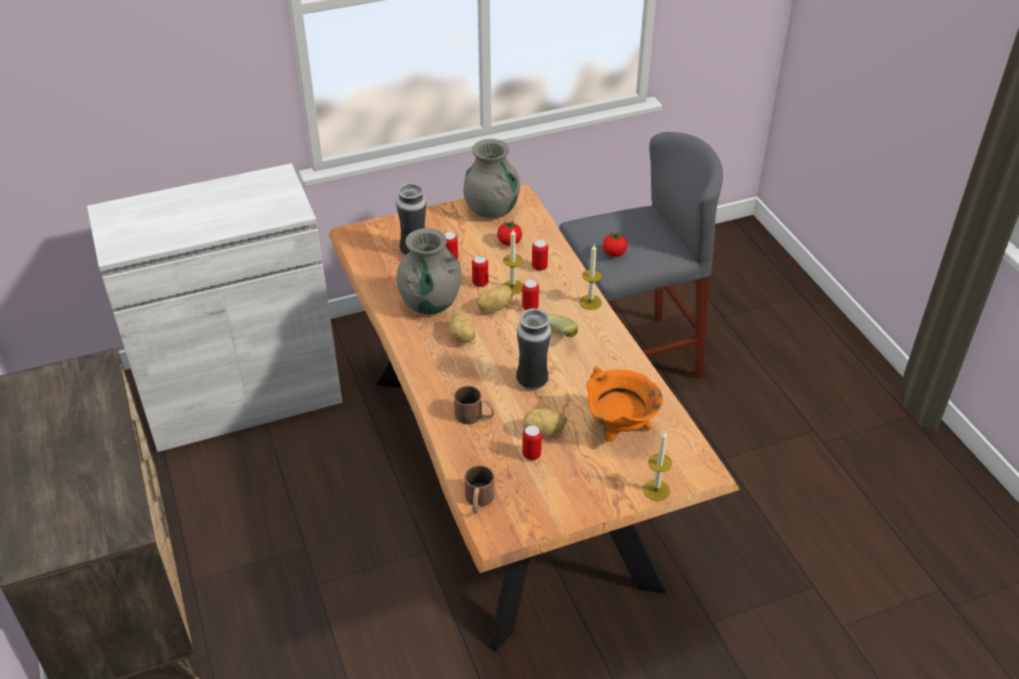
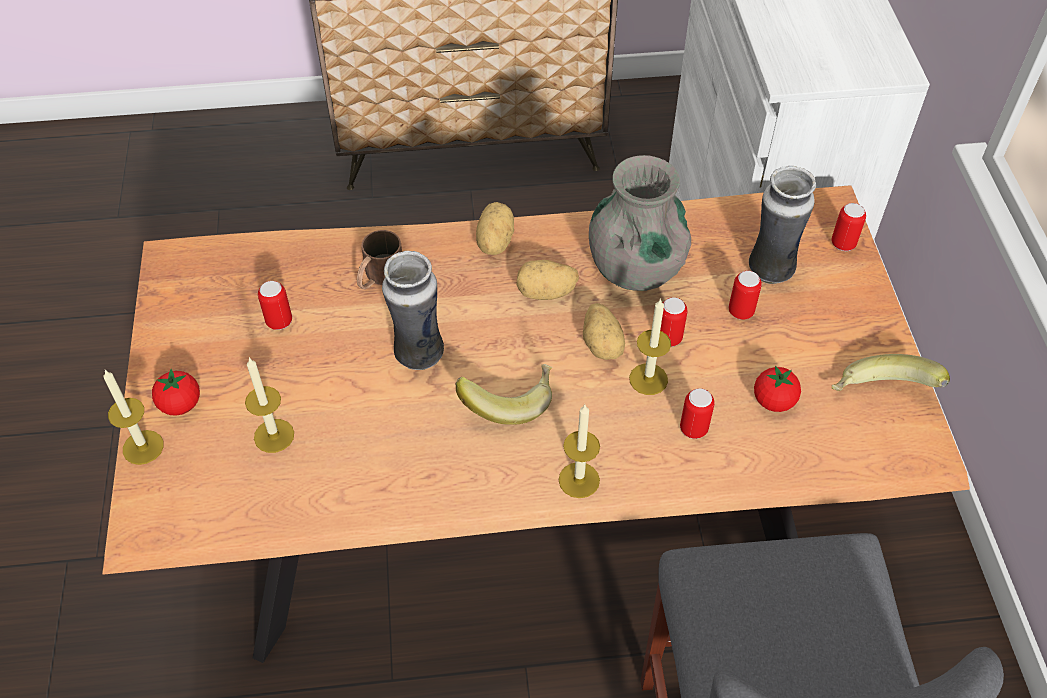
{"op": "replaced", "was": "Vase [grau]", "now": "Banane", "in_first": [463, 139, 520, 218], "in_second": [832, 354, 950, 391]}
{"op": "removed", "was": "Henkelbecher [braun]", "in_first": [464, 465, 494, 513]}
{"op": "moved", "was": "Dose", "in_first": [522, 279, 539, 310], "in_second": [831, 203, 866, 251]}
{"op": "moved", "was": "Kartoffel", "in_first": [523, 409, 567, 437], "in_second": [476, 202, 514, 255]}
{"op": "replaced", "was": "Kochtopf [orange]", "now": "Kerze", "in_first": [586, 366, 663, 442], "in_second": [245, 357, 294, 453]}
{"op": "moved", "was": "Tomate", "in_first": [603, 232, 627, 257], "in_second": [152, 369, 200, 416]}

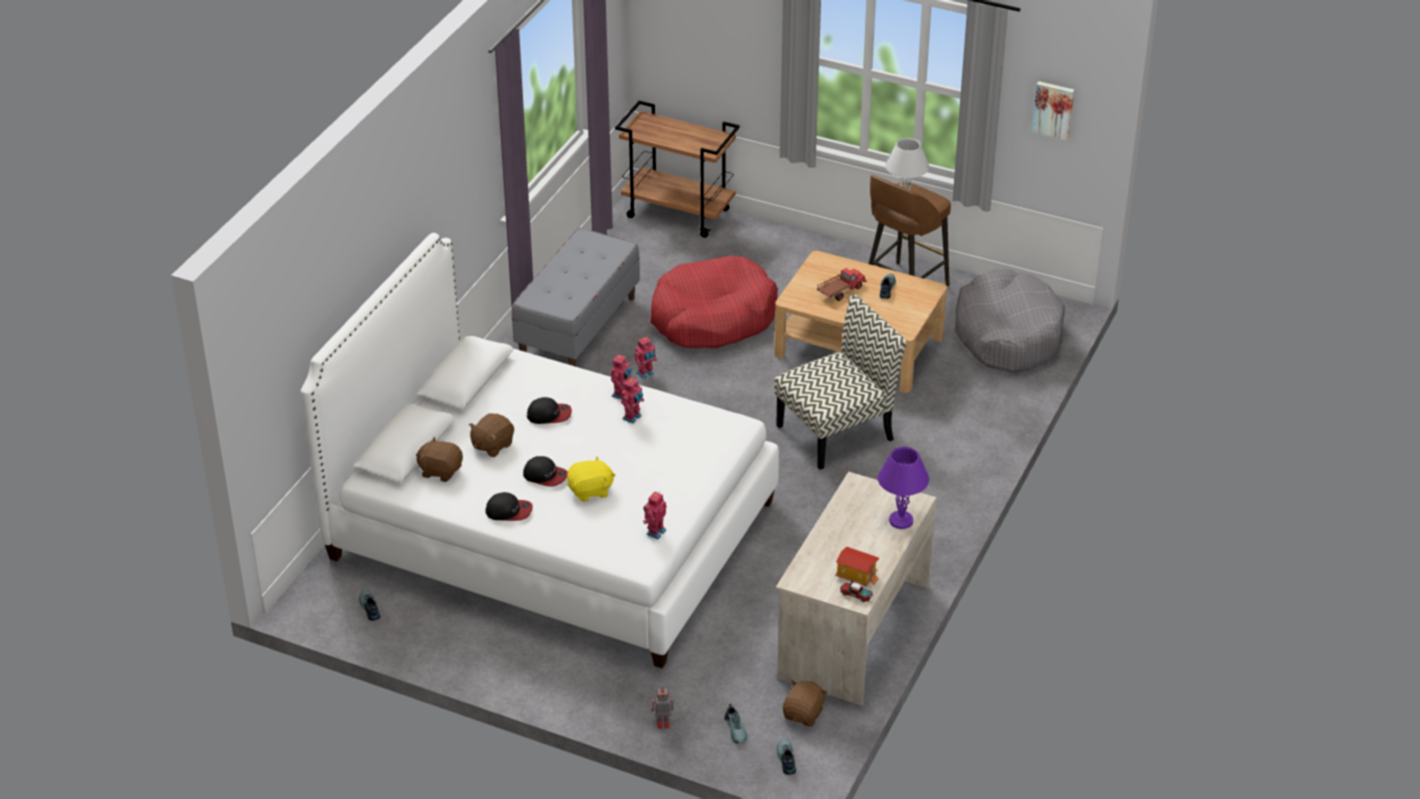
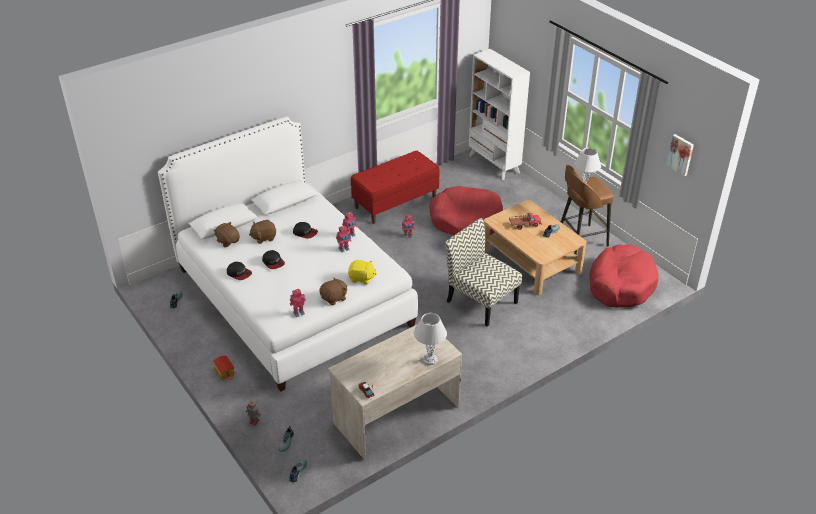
{"op": "recoloured", "was": "Bank [grau]", "now": "Bank [rot]", "in_first": [512, 228, 640, 367], "in_second": [351, 151, 440, 224]}
{"op": "moved", "was": "Plüschtier [gelb]", "in_first": [567, 456, 616, 502], "in_second": [348, 260, 377, 285]}
{"op": "replaced", "was": "Rollwagen [braun]", "now": "Bücherregal [weiß]", "in_first": [615, 101, 740, 238], "in_second": [469, 49, 530, 180]}
{"op": "turned", "was": "Stuhl", "in_first": [774, 294, 906, 470], "in_second": [445, 218, 522, 326], "clockwise": -135}
{"op": "moved", "was": "Plüschtier [braun]", "in_first": [783, 680, 828, 726], "in_second": [319, 277, 347, 305]}
{"op": "moved", "was": "Spielzeughaus", "in_first": [835, 547, 879, 586], "in_second": [213, 355, 235, 381]}
{"op": "recoloured", "was": "Tischlampe [lila]", "now": "Tischlampe [weiß]", "in_first": [878, 447, 929, 529], "in_second": [414, 313, 447, 365]}
{"op": "recoloured", "was": "Hundebett [grau]", "now": "Hundebett [rot]", "in_first": [955, 269, 1065, 373], "in_second": [589, 244, 658, 308]}

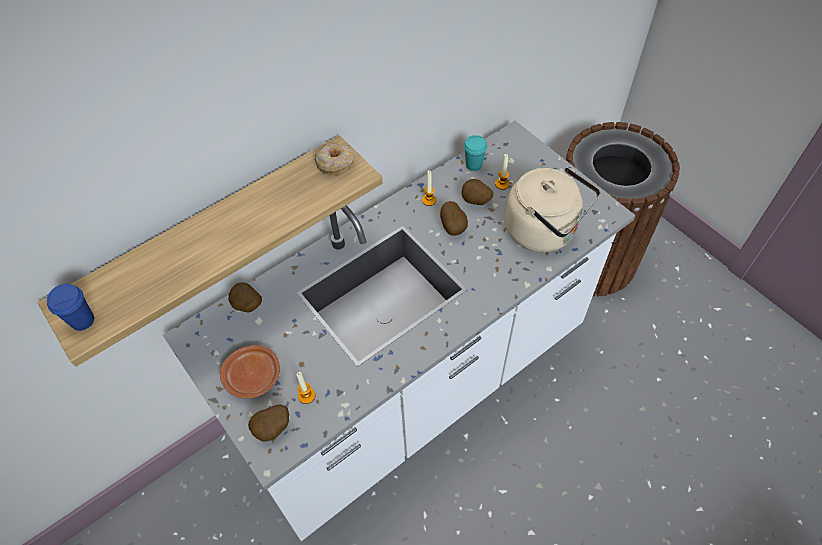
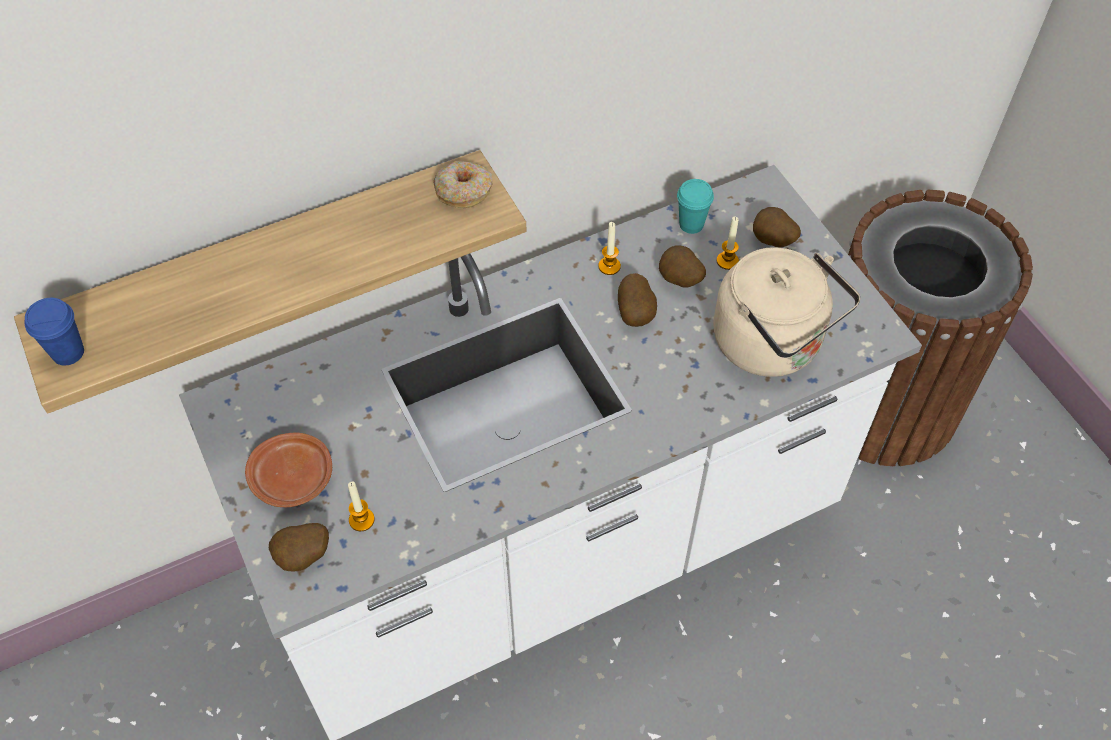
{"op": "moved", "was": "Kartoffel", "in_first": [228, 282, 262, 313], "in_second": [753, 207, 801, 248]}

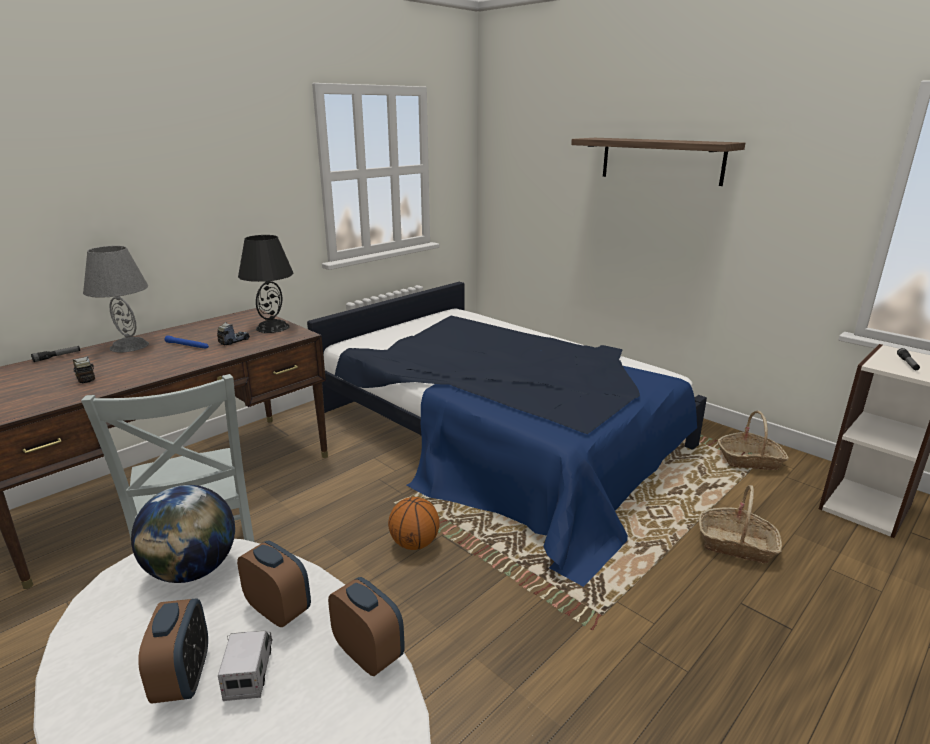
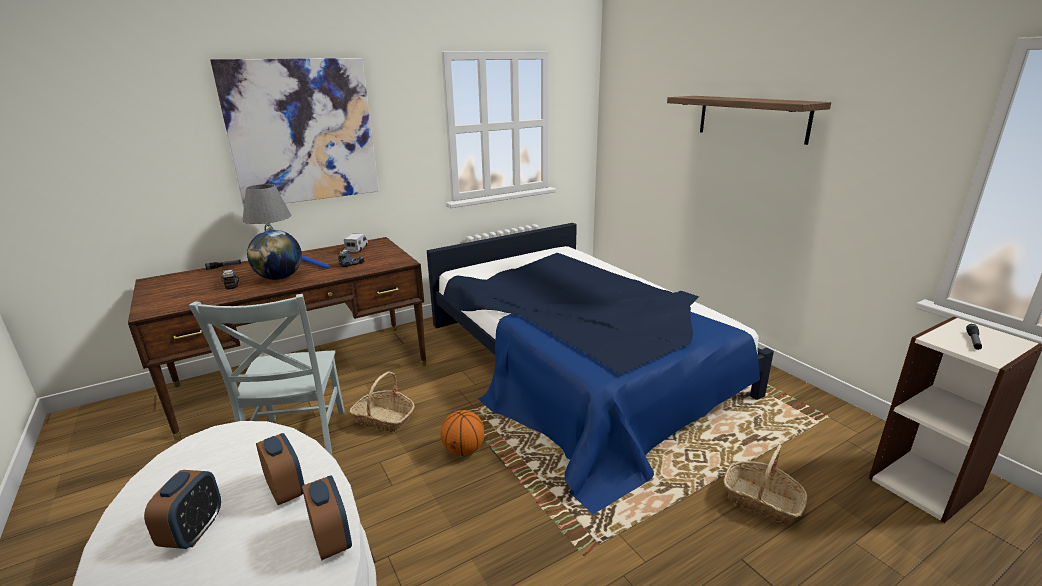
{"op": "moved", "was": "Globus", "in_first": [131, 485, 235, 583], "in_second": [247, 230, 302, 280]}
{"op": "moved", "was": "Spielzeuglaster", "in_first": [218, 630, 273, 701], "in_second": [344, 234, 368, 252]}
{"op": "removed", "was": "Tischlampe [schwarz]", "in_first": [238, 235, 293, 333]}
{"op": "moved", "was": "Korb", "in_first": [718, 411, 789, 470], "in_second": [349, 372, 415, 432]}
{"op": "added", "now": "Bild", "in_second": [210, 58, 379, 207]}

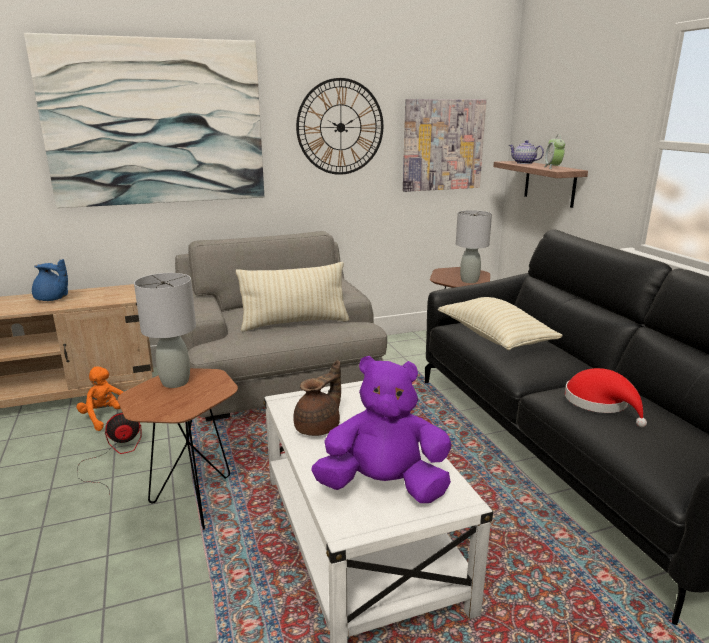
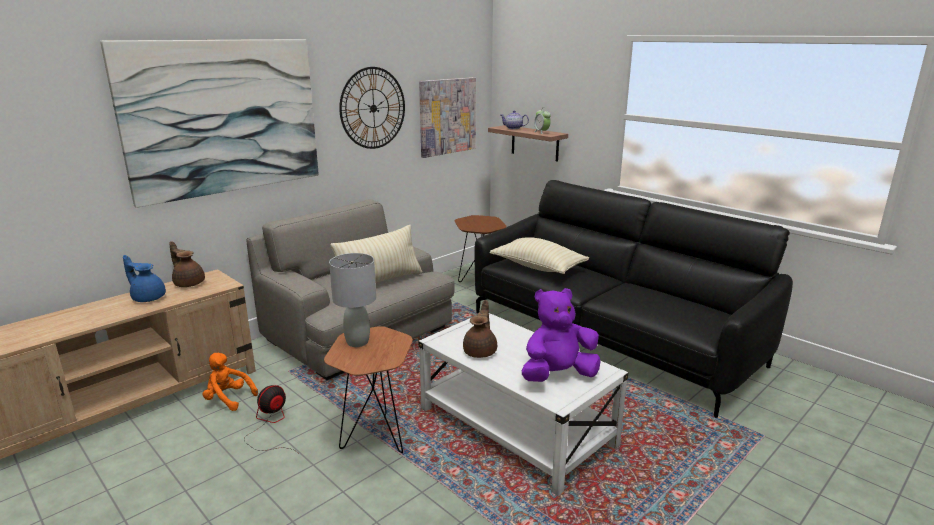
{"op": "turned", "was": "Teekanne [blau]", "in_first": [32, 259, 68, 301], "in_second": [123, 255, 166, 302], "clockwise": -150}
{"op": "removed", "was": "Tischlampe [grau]", "in_first": [456, 210, 492, 283]}
{"op": "removed", "was": "Hut [rot]", "in_first": [565, 368, 647, 427]}
{"op": "added", "now": "Teekanne [braun]", "in_second": [169, 241, 205, 287]}

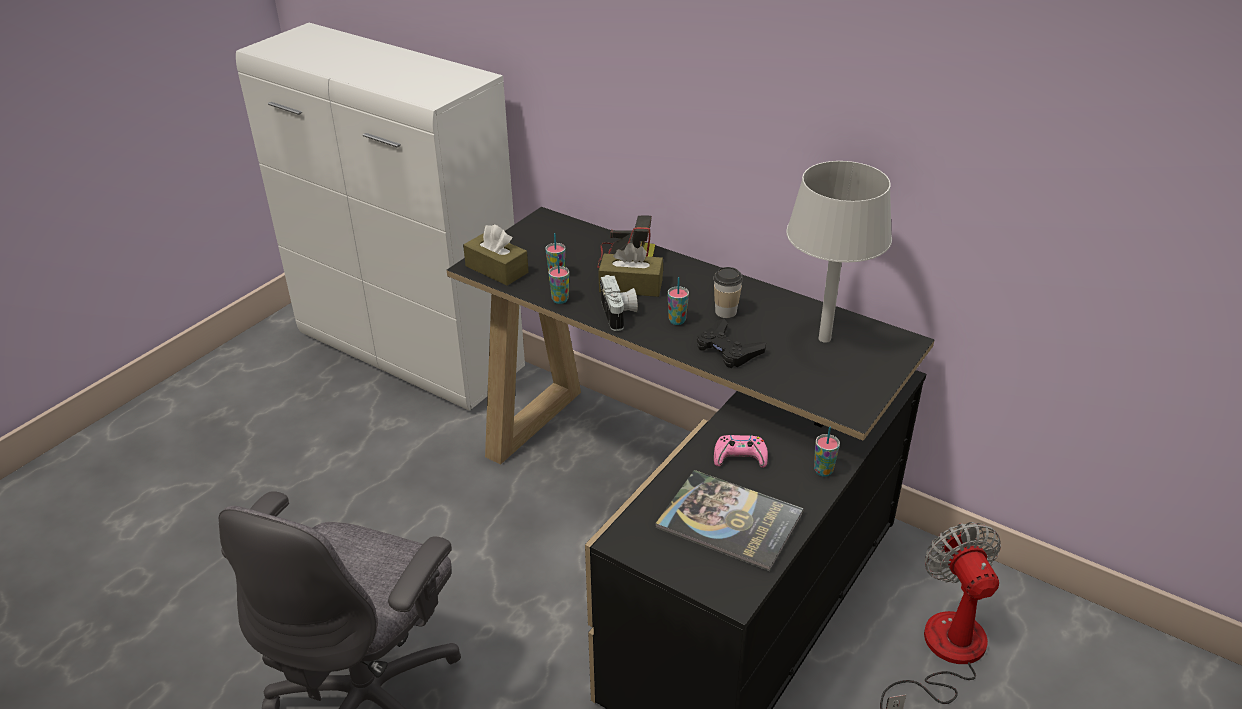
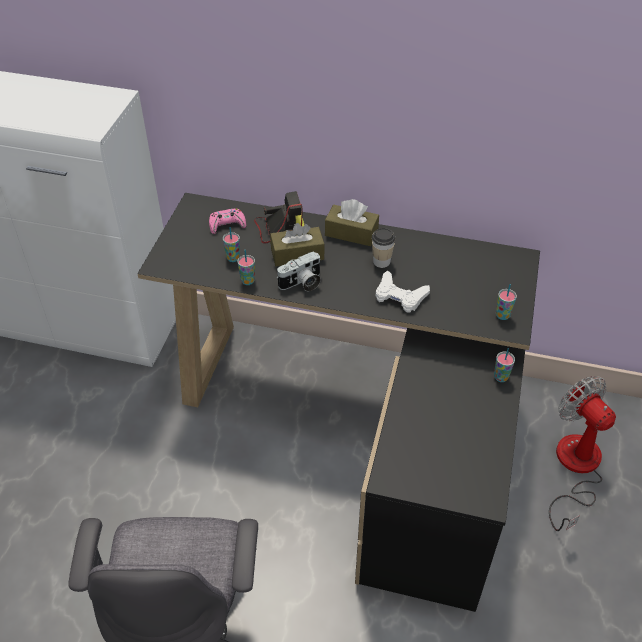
{"op": "moved", "was": "Taschentuchbox [braun]", "in_first": [463, 224, 529, 286], "in_second": [325, 199, 379, 246]}
{"op": "turned", "was": "Kamera", "in_first": [600, 275, 638, 331], "in_second": [277, 251, 321, 291], "clockwise": 90}
{"op": "removed", "was": "Buch", "in_first": [655, 470, 804, 571]}
{"op": "moved", "was": "Tasse", "in_first": [667, 277, 689, 325], "in_second": [496, 284, 517, 320]}
{"op": "recoloured", "was": "Gamepad [schwarz]", "now": "Gamepad [weiß]", "in_first": [697, 318, 766, 368], "in_second": [376, 271, 430, 313]}
{"op": "moved", "was": "Gamepad [rosa]", "in_first": [714, 435, 768, 468], "in_second": [209, 208, 246, 234]}
{"op": "removed", "was": "Tischlampe [grau]", "in_first": [786, 161, 892, 343]}

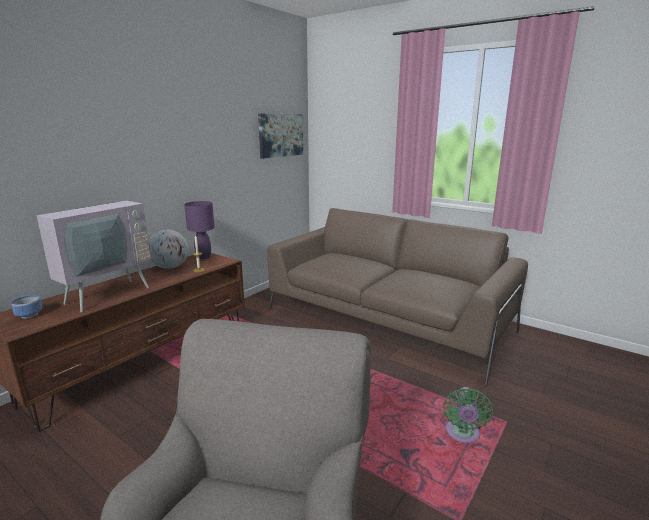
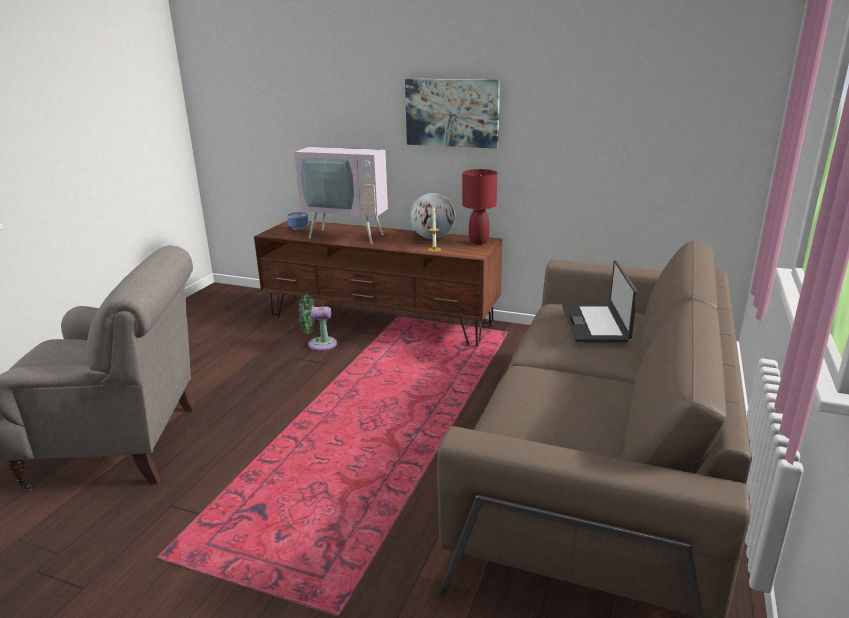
{"op": "recoloured", "was": "Tischlampe [lila]", "now": "Tischlampe [rot]", "in_first": [184, 201, 215, 259], "in_second": [462, 169, 497, 245]}
{"op": "moved", "was": "Bild", "in_first": [258, 114, 303, 159], "in_second": [405, 79, 500, 148]}
{"op": "moved", "was": "Ventilator [grün]", "in_first": [443, 387, 493, 443], "in_second": [299, 294, 337, 351]}
{"op": "added", "now": "Laptop", "in_second": [562, 260, 638, 342]}

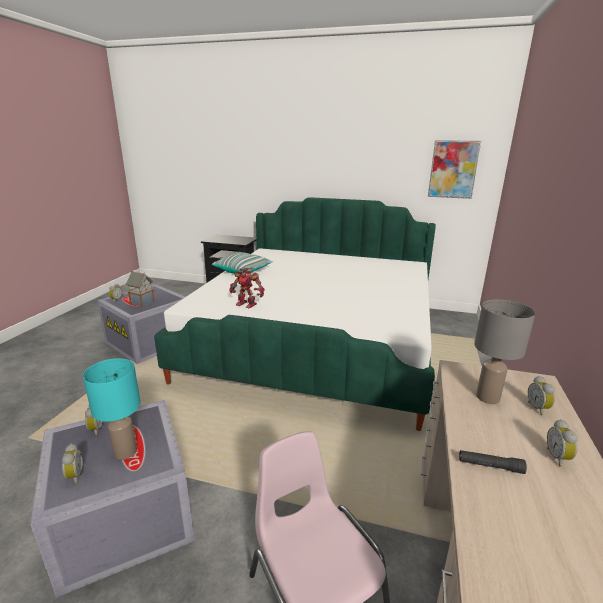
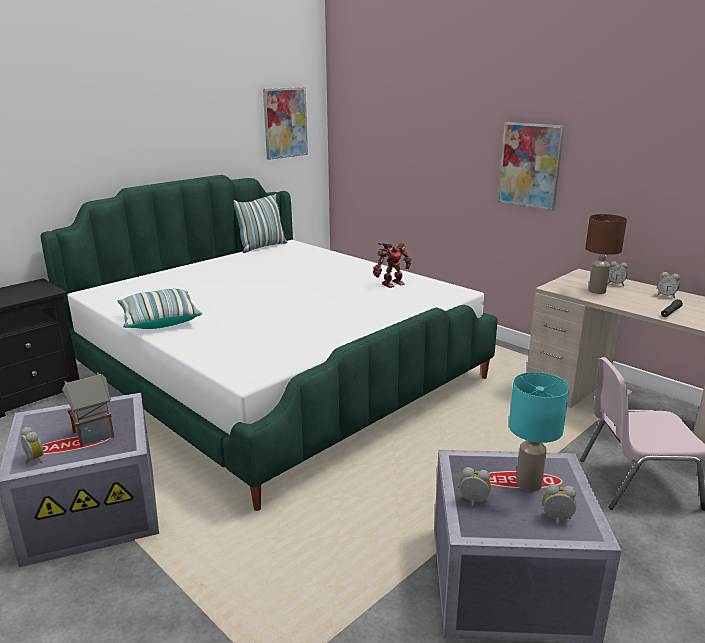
{"op": "moved", "was": "Spielzeugroboter", "in_first": [230, 267, 265, 308], "in_second": [373, 242, 411, 288]}
{"op": "recoloured", "was": "Tischlampe [grau]", "now": "Tischlampe [braun]", "in_first": [474, 299, 536, 404], "in_second": [585, 214, 627, 294]}
{"op": "added", "now": "Kissen", "in_second": [234, 194, 287, 253]}
{"op": "added", "now": "Bild", "in_second": [498, 122, 564, 211]}

